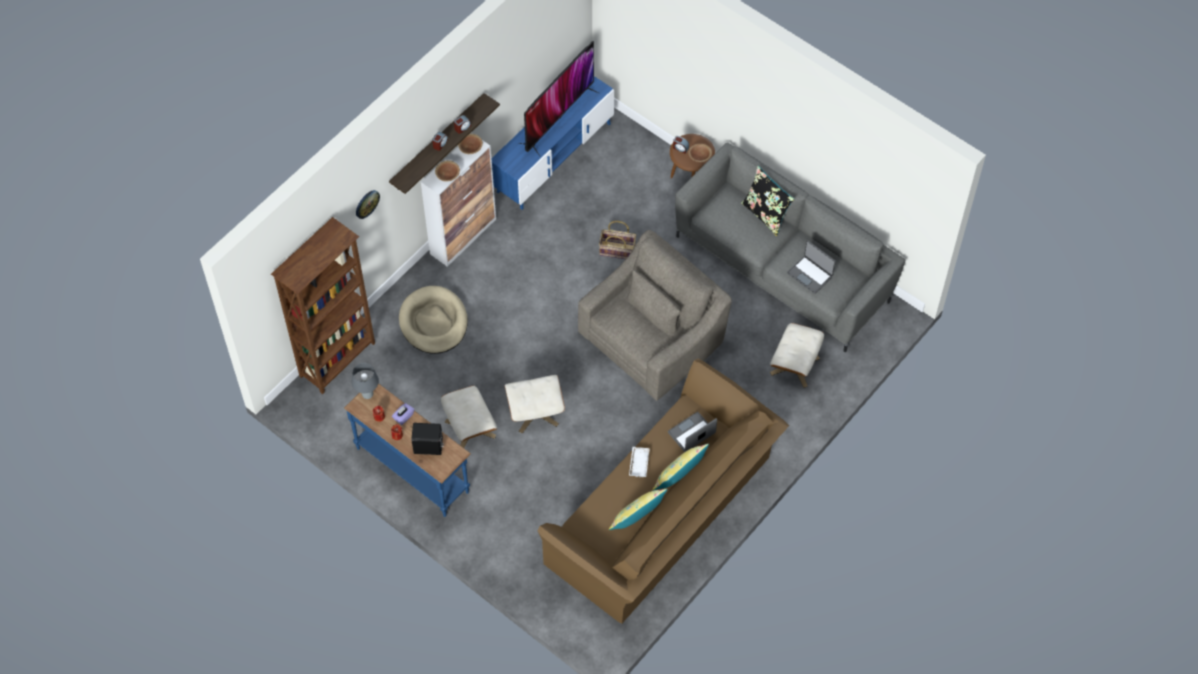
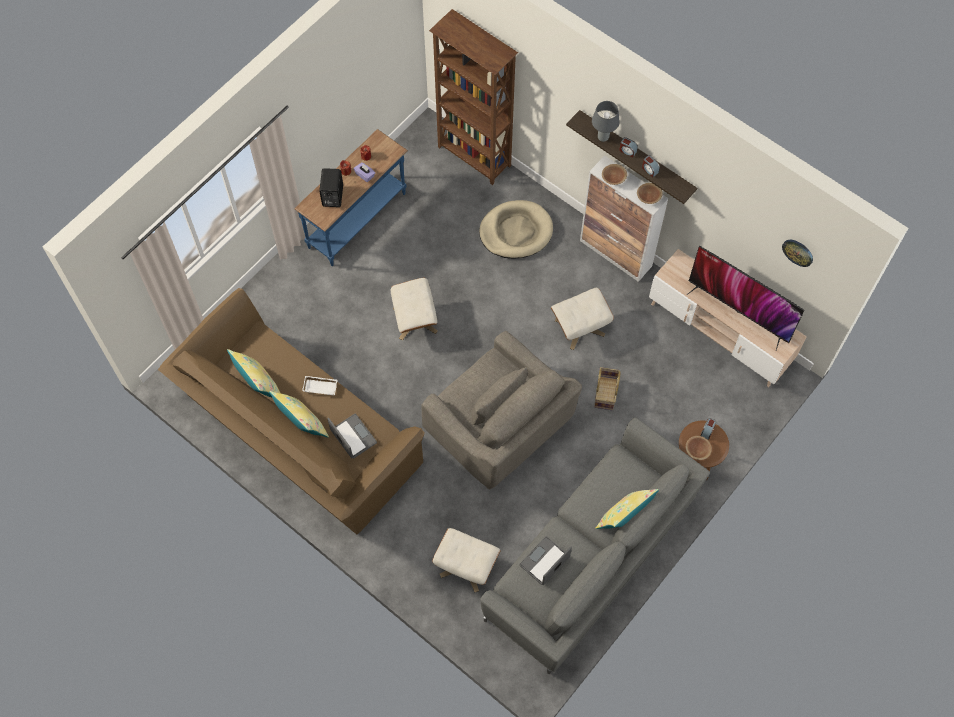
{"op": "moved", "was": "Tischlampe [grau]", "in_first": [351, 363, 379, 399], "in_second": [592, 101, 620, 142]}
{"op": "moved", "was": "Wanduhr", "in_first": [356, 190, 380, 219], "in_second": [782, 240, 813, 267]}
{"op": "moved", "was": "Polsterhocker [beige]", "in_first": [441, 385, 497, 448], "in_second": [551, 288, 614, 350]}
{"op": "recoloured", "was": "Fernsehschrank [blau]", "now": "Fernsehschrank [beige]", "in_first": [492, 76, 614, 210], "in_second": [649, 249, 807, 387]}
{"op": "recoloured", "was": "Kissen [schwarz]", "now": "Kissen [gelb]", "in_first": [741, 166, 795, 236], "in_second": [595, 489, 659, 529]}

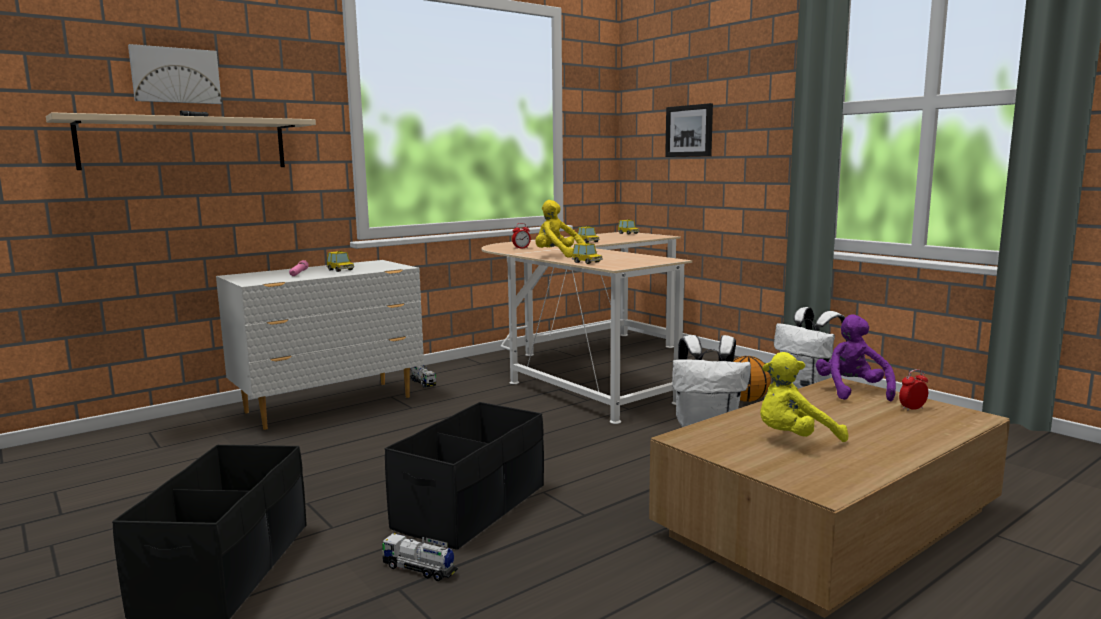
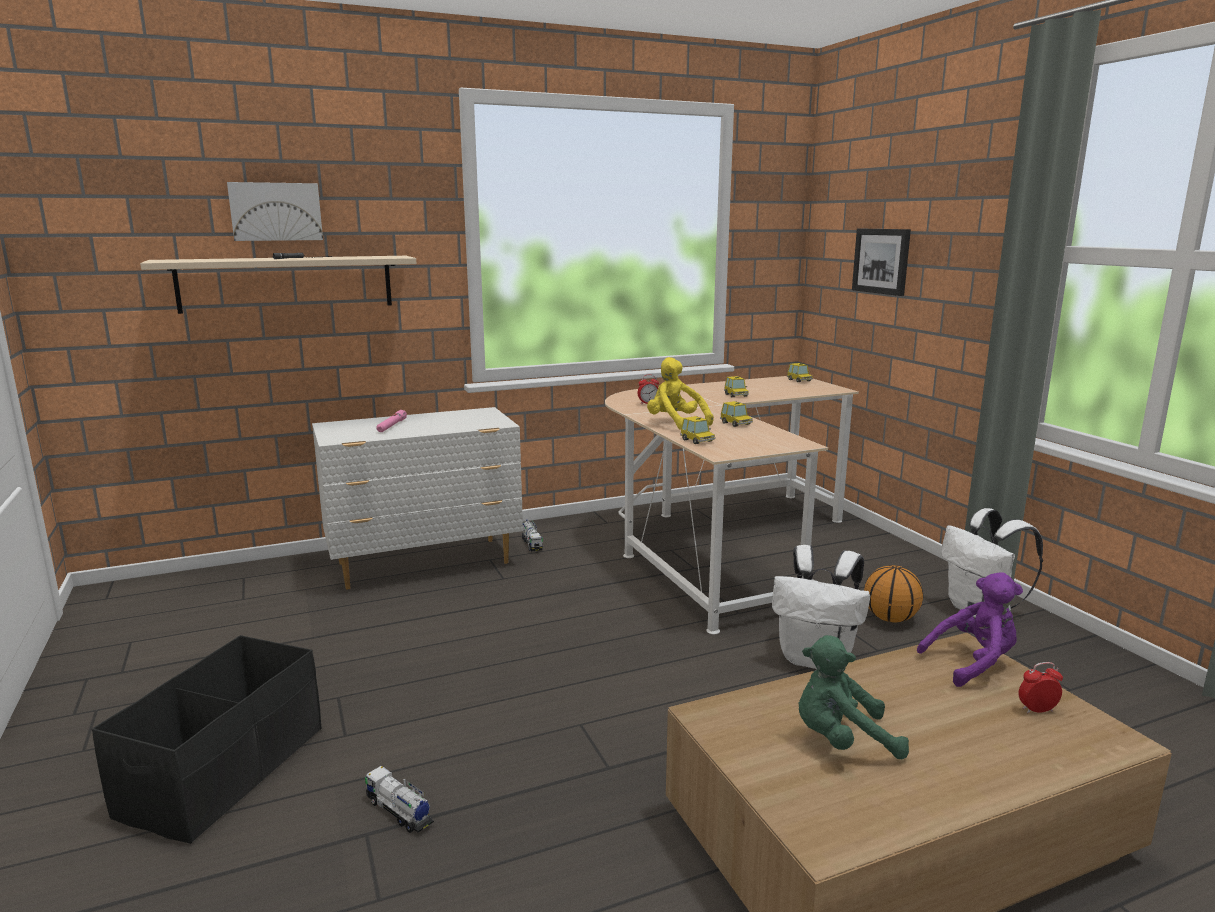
{"op": "moved", "was": "Spielzeugauto", "in_first": [327, 251, 354, 272], "in_second": [720, 401, 753, 427]}
{"op": "removed", "was": "Aufbewahrungsbox [schwarz]", "in_first": [385, 402, 544, 550]}
{"op": "recoloured", "was": "Plüschtier [gelb]", "now": "Plüschtier [grün]", "in_first": [760, 352, 849, 442], "in_second": [798, 635, 909, 759]}
{"op": "turned", "was": "Plüschtier [lila]", "in_first": [816, 314, 896, 401], "in_second": [917, 572, 1023, 687], "clockwise": 60}

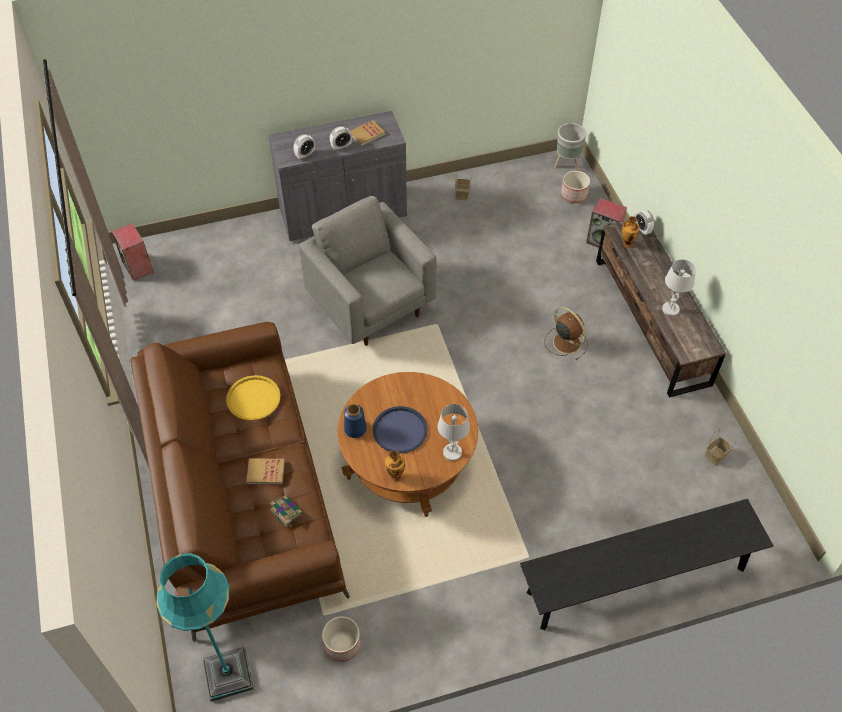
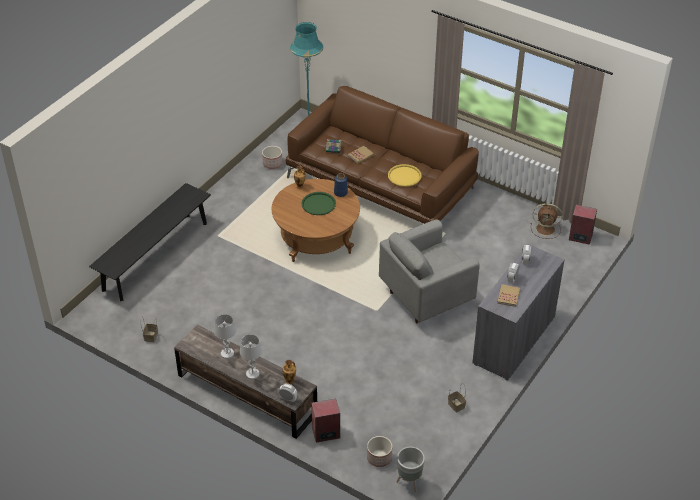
{"op": "turned", "was": "Sessel [grau]", "in_first": [299, 196, 437, 346], "in_second": [379, 219, 479, 323], "clockwise": 135}
{"op": "recoloured", "was": "Tablett [blau]", "now": "Tablett [grün]", "in_first": [373, 406, 428, 453], "in_second": [301, 192, 336, 215]}
{"op": "moved", "was": "Tischlampe [weiß]", "in_first": [438, 404, 470, 461], "in_second": [240, 335, 262, 379]}
{"op": "moved", "was": "Ventilator [braun]", "in_first": [544, 307, 588, 360], "in_second": [531, 203, 563, 239]}

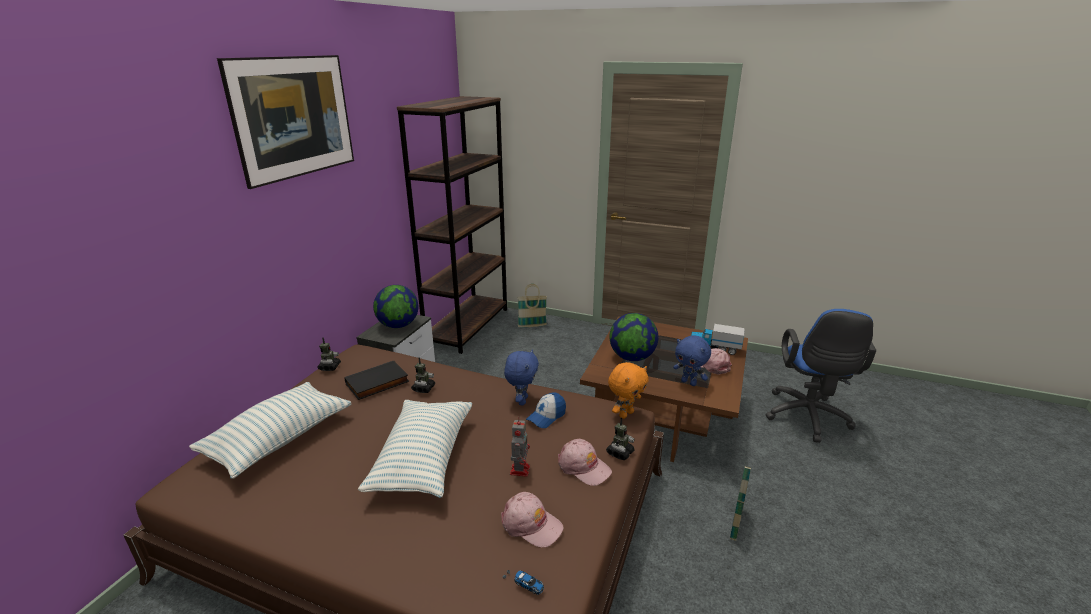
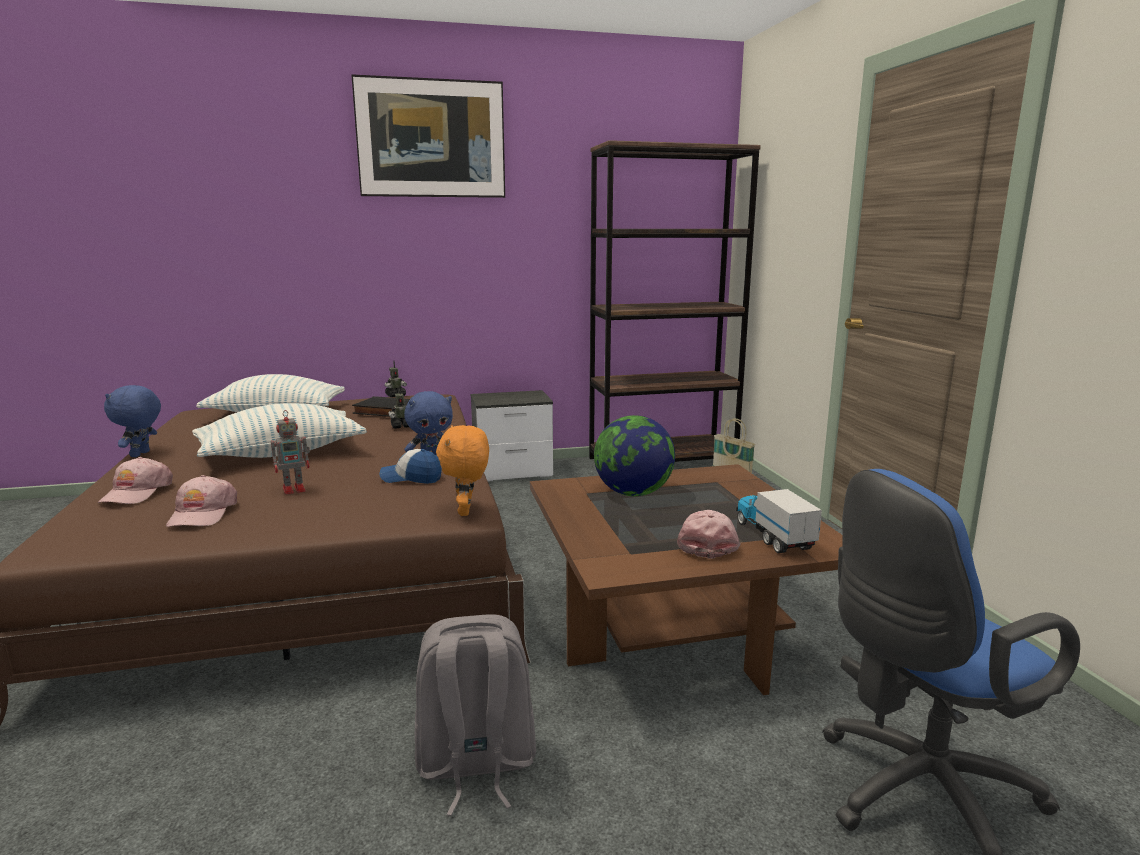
{"op": "removed", "was": "Globus", "in_first": [373, 285, 418, 328]}
{"op": "removed", "was": "Spielzeugauto", "in_first": [503, 570, 544, 595]}
{"op": "moved", "was": "Kappe [rosa]", "in_first": [558, 439, 612, 486], "in_second": [98, 457, 173, 504]}
{"op": "removed", "was": "Spielzeugroboter", "in_first": [606, 418, 635, 460]}
{"op": "turned", "was": "Plüschtier [orange]", "in_first": [608, 362, 649, 419], "in_second": [436, 425, 489, 516], "clockwise": 75}
{"op": "moved", "was": "Plüschtier [blau]", "in_first": [673, 335, 711, 386], "in_second": [104, 385, 161, 457]}
{"op": "replaced", "was": "Korb", "now": "Rucksack [grau]", "in_first": [730, 466, 751, 541], "in_second": [415, 614, 536, 816]}

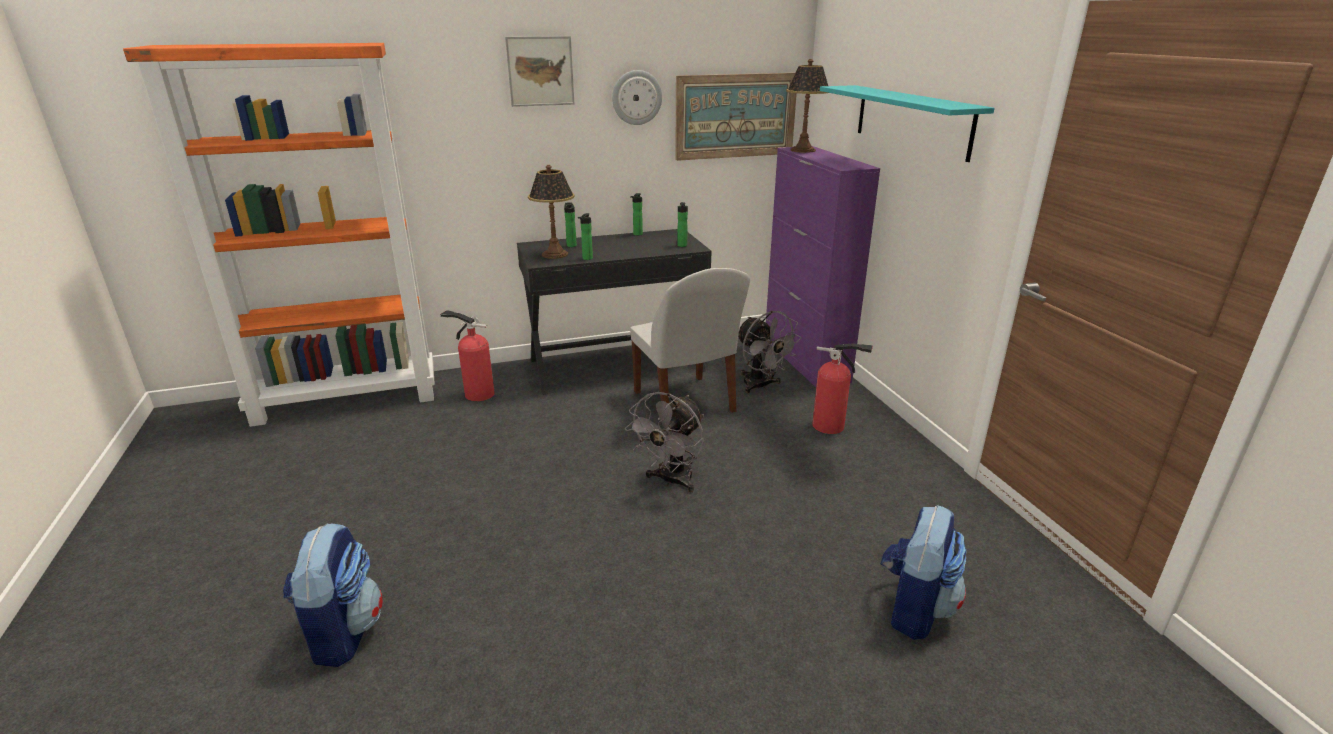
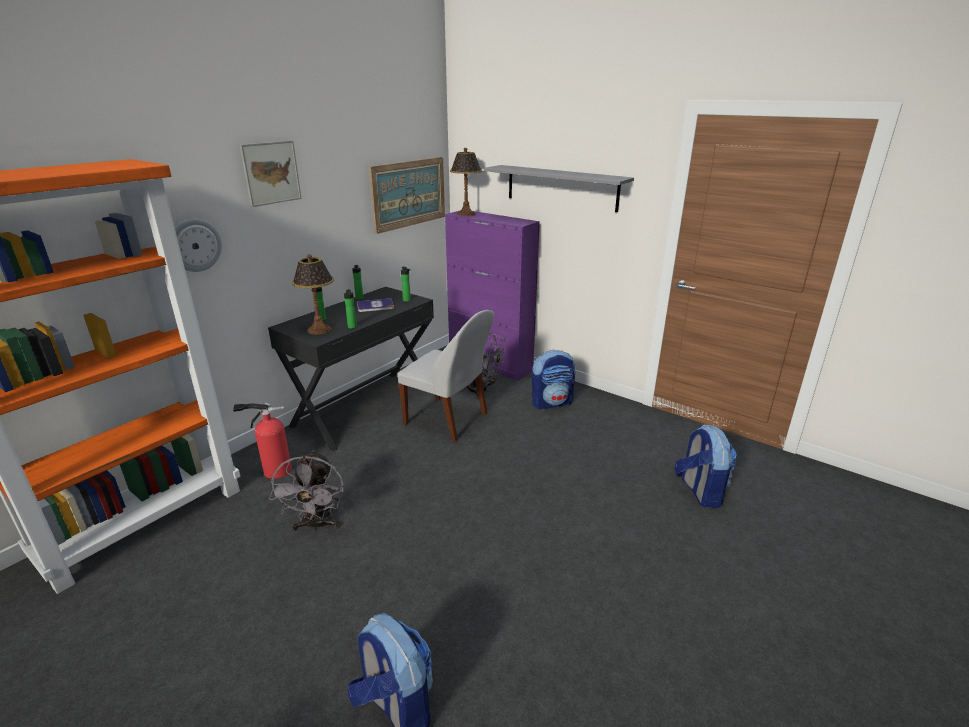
{"op": "moved", "was": "Wanduhr", "in_first": [612, 70, 662, 125], "in_second": [175, 219, 222, 272]}
{"op": "moved", "was": "Ventilator [grau]", "in_first": [625, 392, 704, 492], "in_second": [269, 450, 344, 532]}
{"op": "replaced", "was": "Feuerlöscher", "now": "Rucksack", "in_first": [812, 343, 873, 434], "in_second": [531, 350, 575, 409]}
{"op": "recoloured", "was": "Wandregal [türkis]", "now": "Wandregal [grau]", "in_first": [820, 85, 995, 162], "in_second": [483, 165, 634, 212]}
{"op": "added", "now": "Buch", "in_second": [357, 298, 394, 312]}

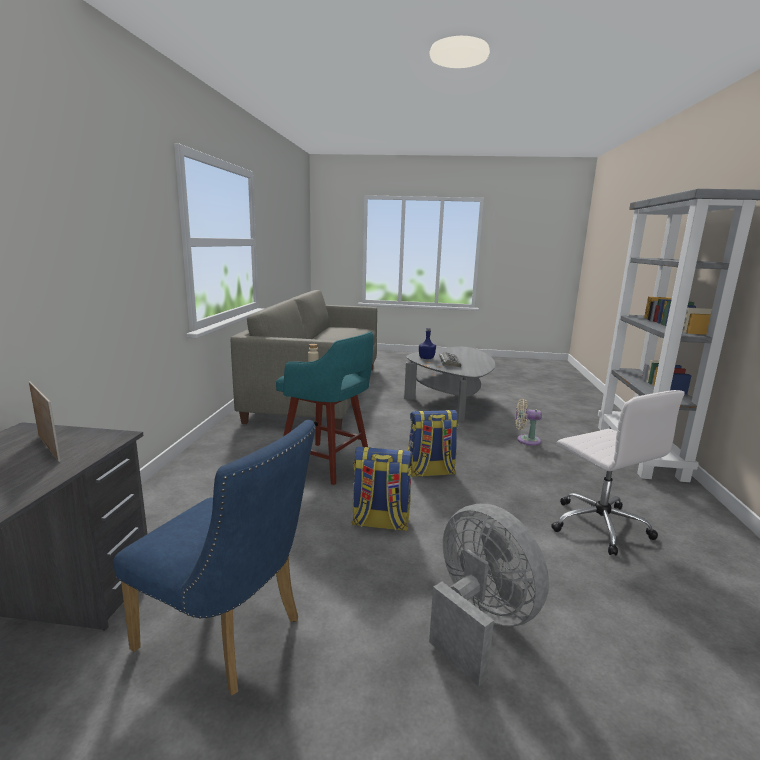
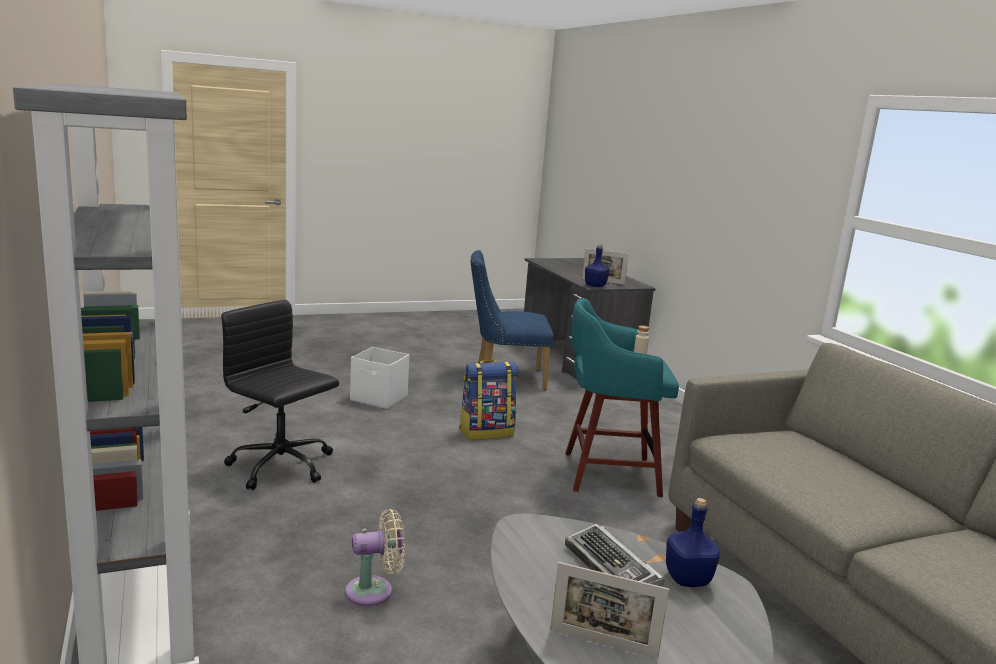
{"op": "removed", "was": "Rucksack", "in_first": [408, 410, 458, 477]}
{"op": "replaced", "was": "Ventilator [grau]", "now": "Aufbewahrungsbox [weiß]", "in_first": [429, 504, 549, 687], "in_second": [350, 347, 409, 409]}
{"op": "recoloured", "was": "Bürostuhl [weiß]", "now": "Bürostuhl [schwarz]", "in_first": [551, 390, 685, 555], "in_second": [221, 300, 339, 490]}
{"op": "added", "now": "Bilderrahmen", "in_second": [550, 562, 669, 659]}
{"op": "added", "now": "Flasche [blau]", "in_second": [585, 245, 610, 287]}

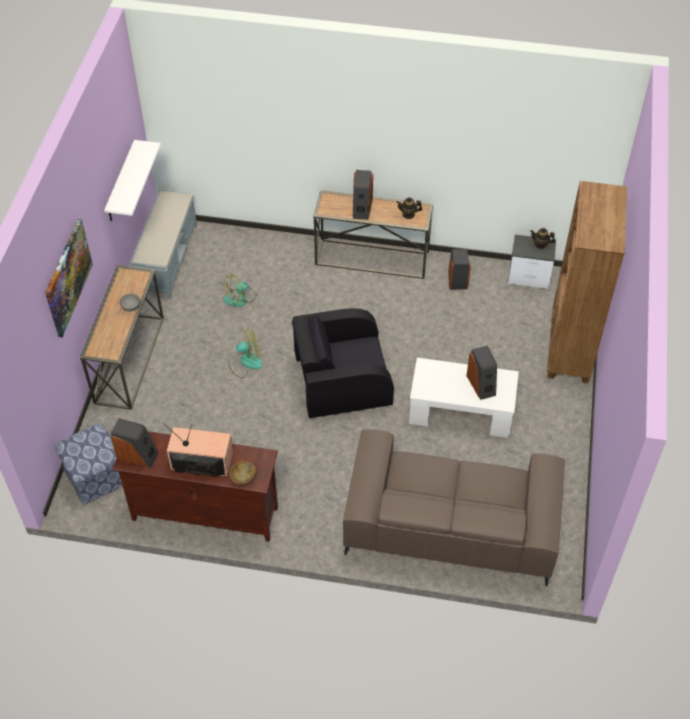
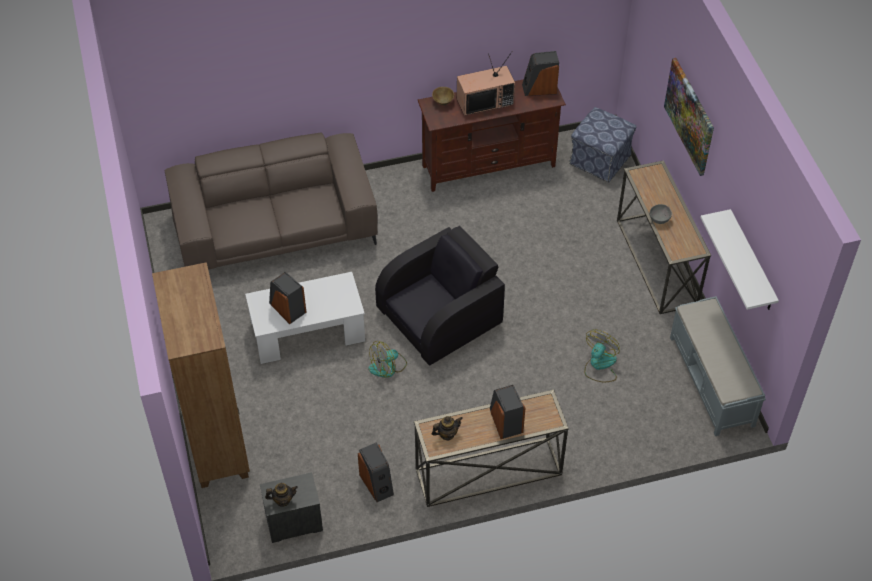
{"op": "moved", "was": "Ventilator", "in_first": [228, 328, 263, 378], "in_second": [369, 341, 407, 377]}

